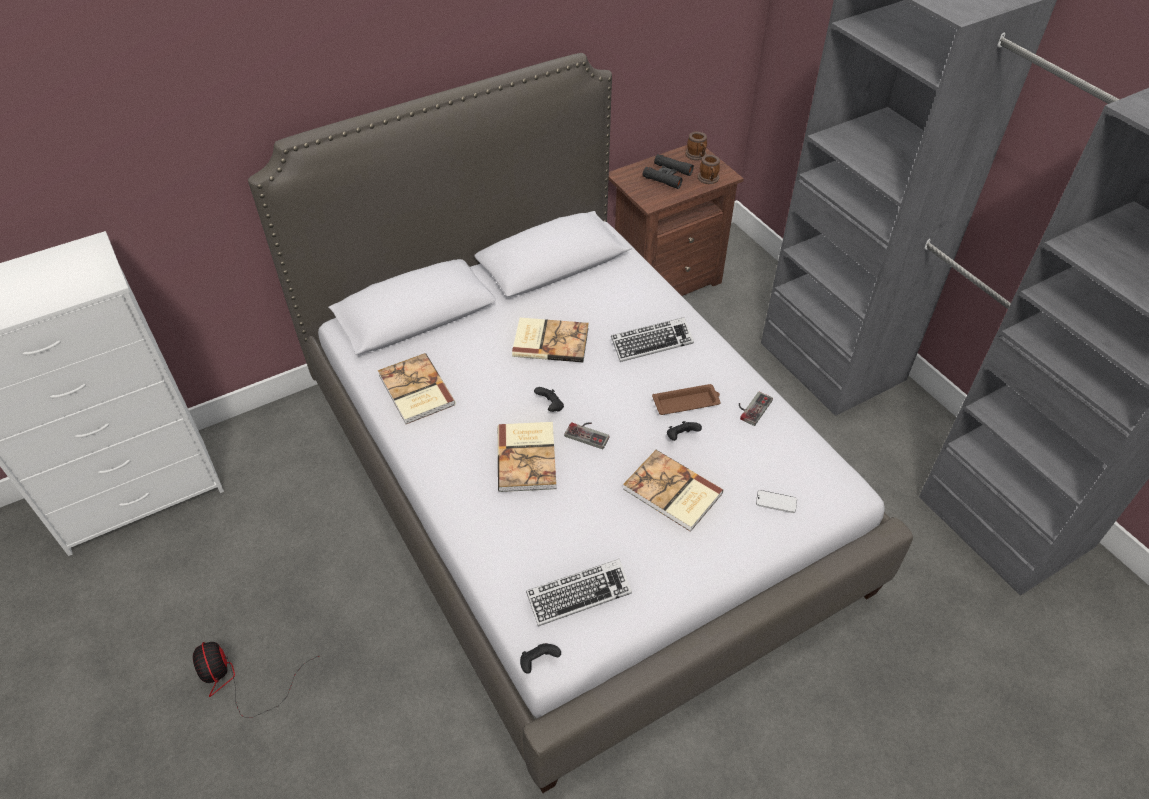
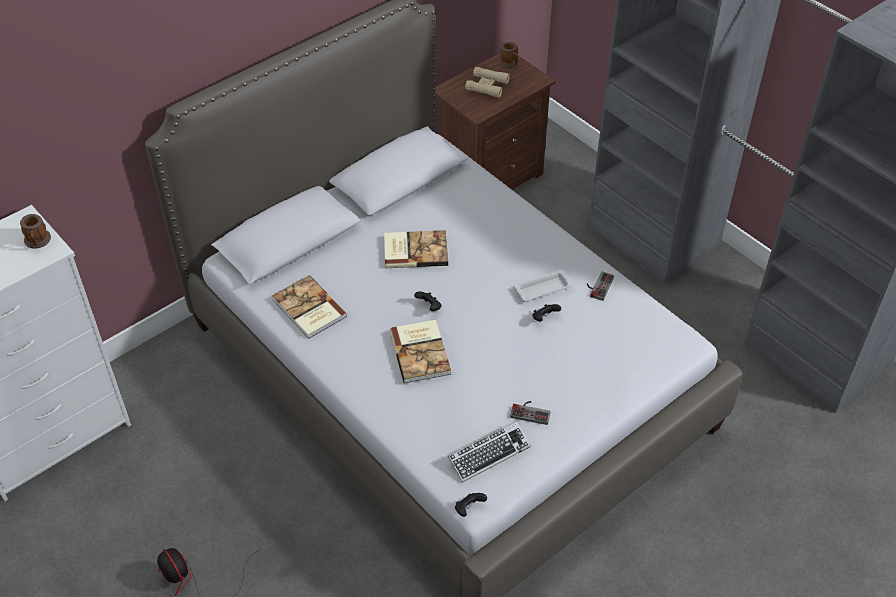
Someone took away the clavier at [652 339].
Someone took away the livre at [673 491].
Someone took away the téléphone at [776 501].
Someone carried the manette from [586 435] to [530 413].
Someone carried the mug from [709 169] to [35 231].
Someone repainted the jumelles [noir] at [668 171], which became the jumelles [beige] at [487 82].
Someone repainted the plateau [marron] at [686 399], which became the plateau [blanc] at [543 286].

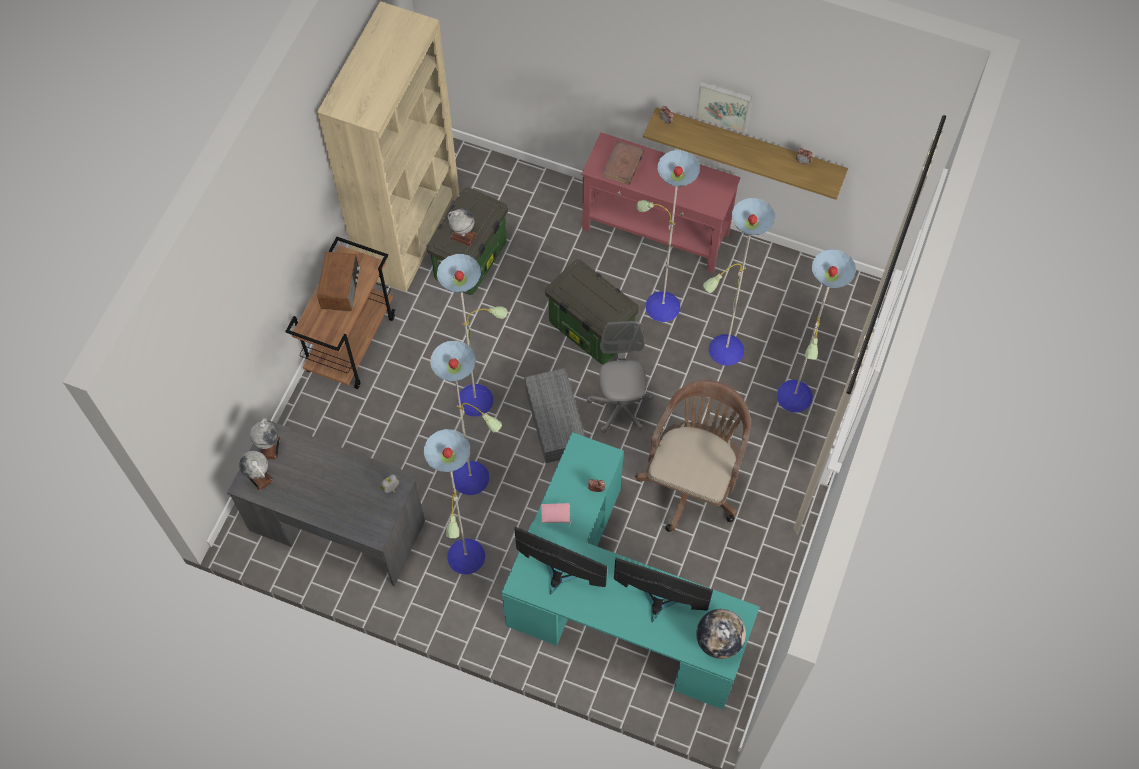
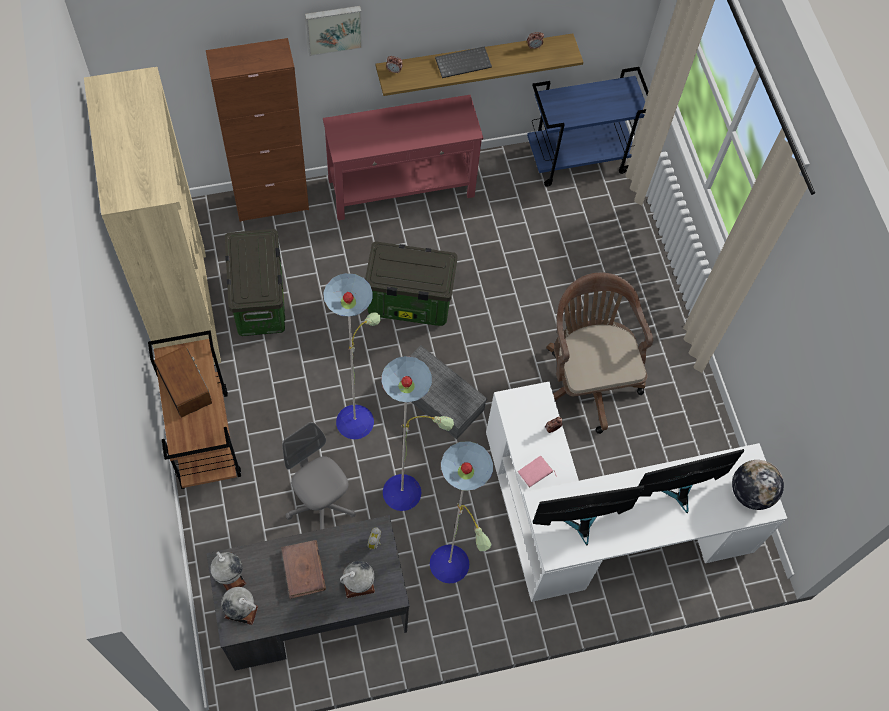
Someone took away the lampadaire at [746 281].
Someone put down the meuble de rangement [marron] at [257 130].
Someone put down the clavier at [463 62].
Someone put down the chariot [bleu] at [588 127].
Someone carried the globe from [462 227] to [357 579].
Someone carried the chaise de bureau [gris] from [620 377] to [319 476].
Someone carried the livre [marron] from [623 163] to [303 569].
Someone carried the tableau from [724 106] to [333 31].
Someone repainted the bureau [turquoise] at [631 570], which became the bureau [blanc] at [636 492].

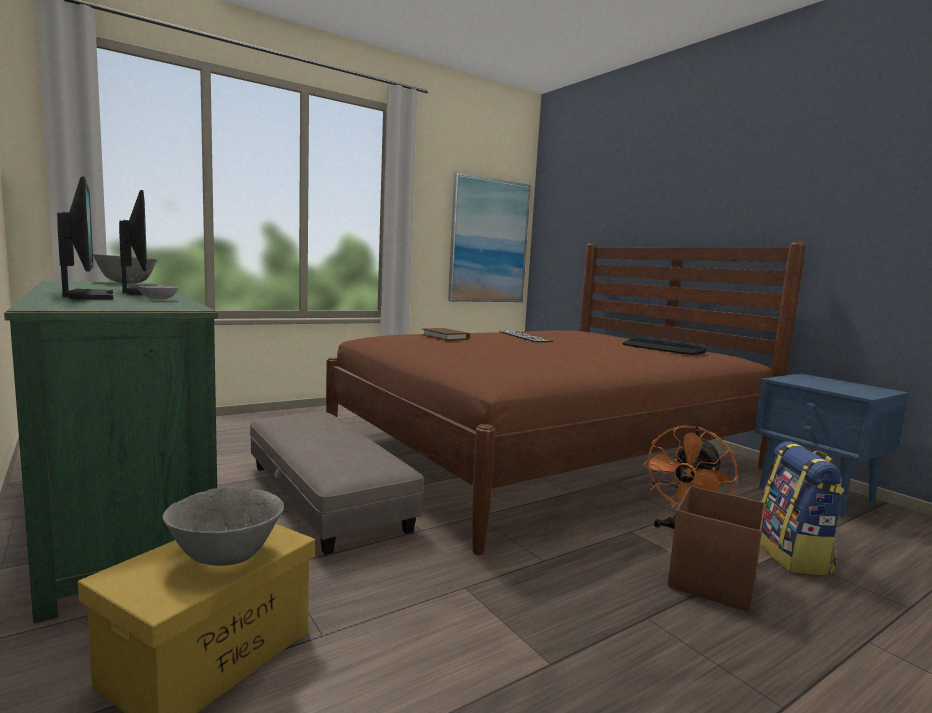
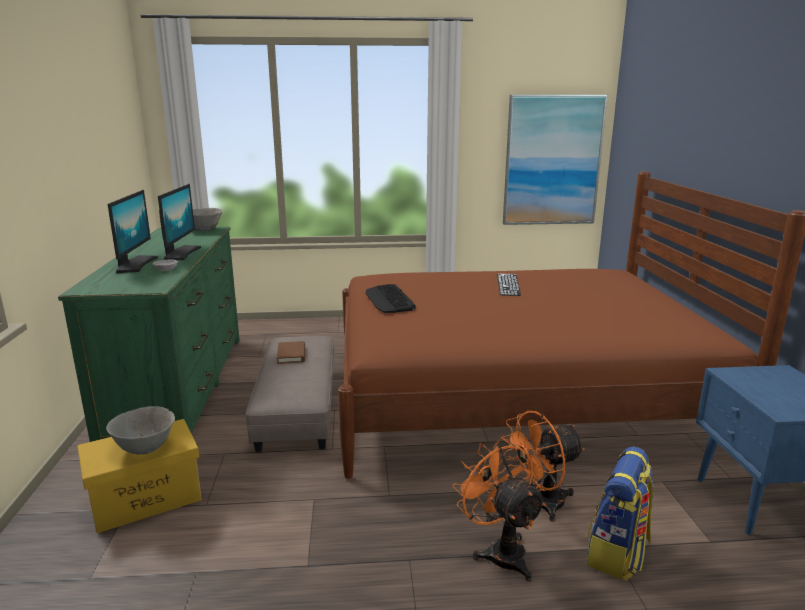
Someone carried the livre [marron] from [446 334] to [291 352].
Someone carried the clavier from [664 346] to [391 298].
Someone swapped the boîte de rangement [marron] at [717 549] for the ventilateur [orange] at [499 509].

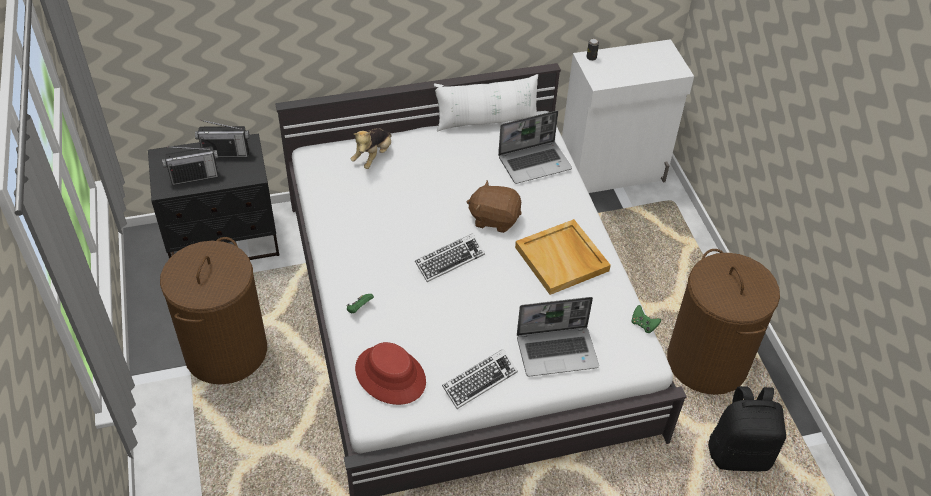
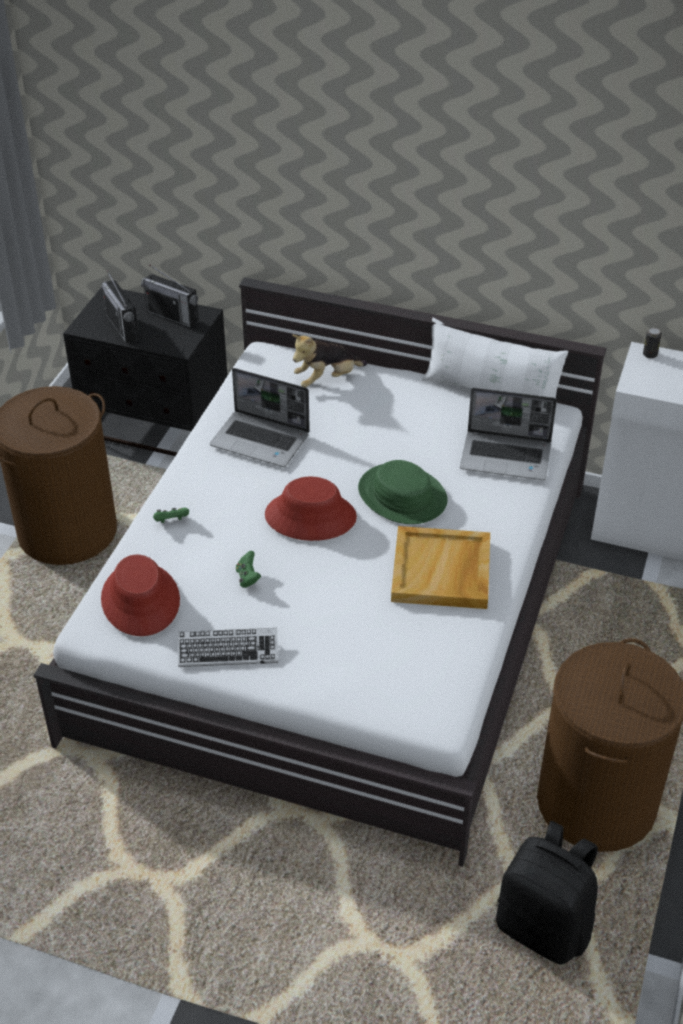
Someone carried the ordinateur portable from [558 337] to [260 417].
Someone carried the manette [vert] from [646 319] to [248 569].
Someone swapped the clavier at [450 257] for the chapeau [rouge] at [311 509].
Someone swapped the peluche [marron] at [493 207] for the chapeau [vert] at [403 492].
Someone rotated the radio at [190 165] by 45 degrees clockwise.

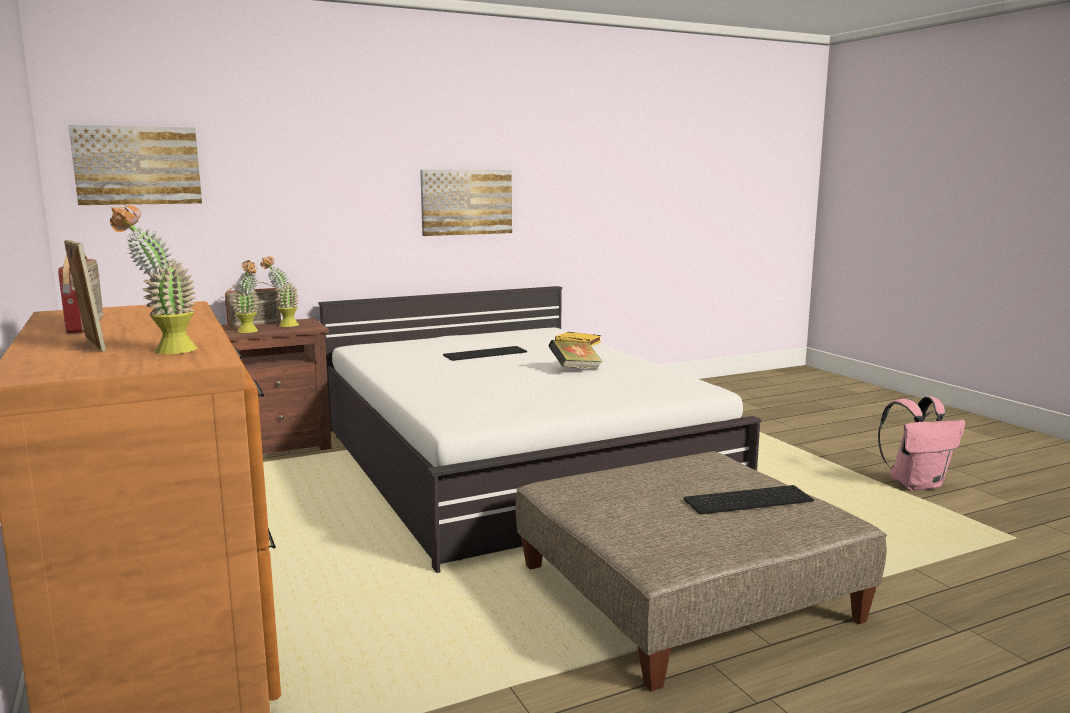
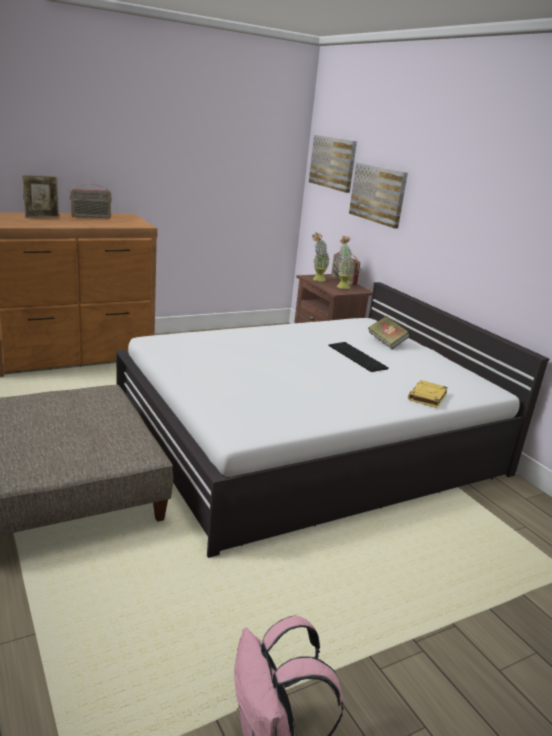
Someone took away the plante en pot at [154 279].
Someone took away the clavier at [748 499].
Someone carried the tableau from [466 203] to [378 195].
Someone carried the livre from [576 354] to [389 332].

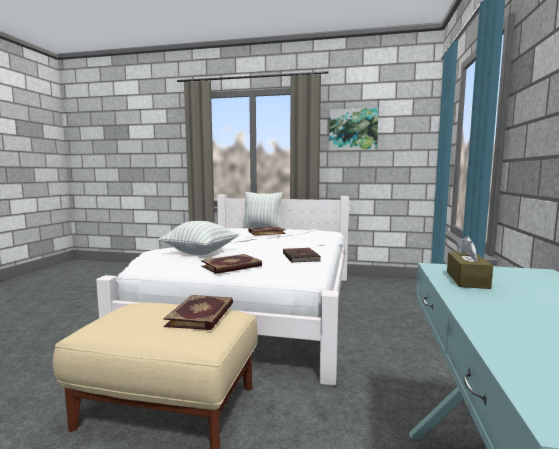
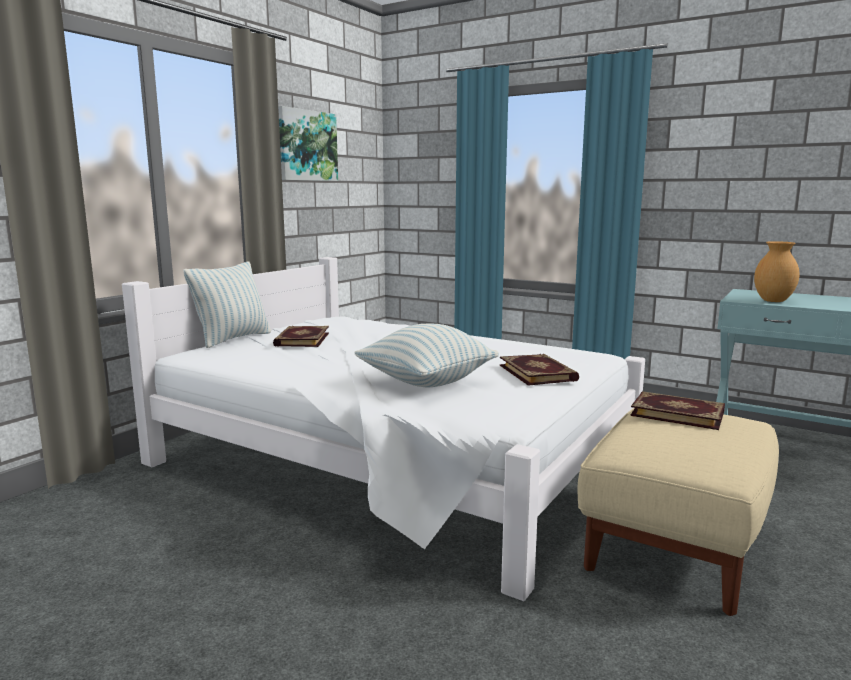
Someone took away the livre [marron] at [302 255].
Someone swapped the boîte à mouchoirs [marron] at [470 262] for the vase [marron] at [777 271].

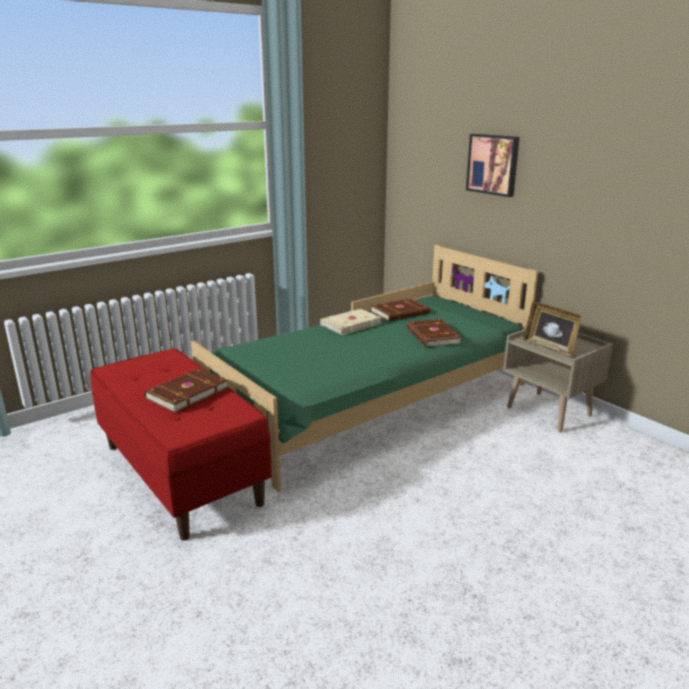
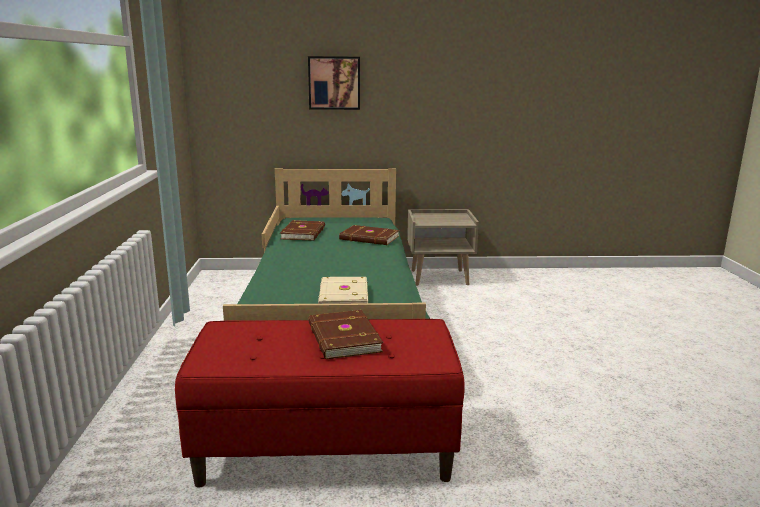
Someone took away the cadre photo at [552 330].
Someone carried the livre [beige] from [351 322] to [343 290].

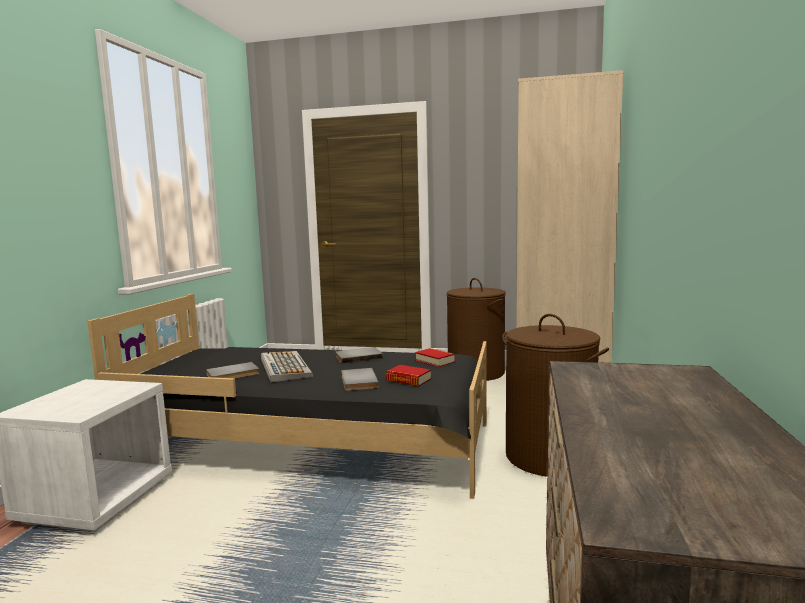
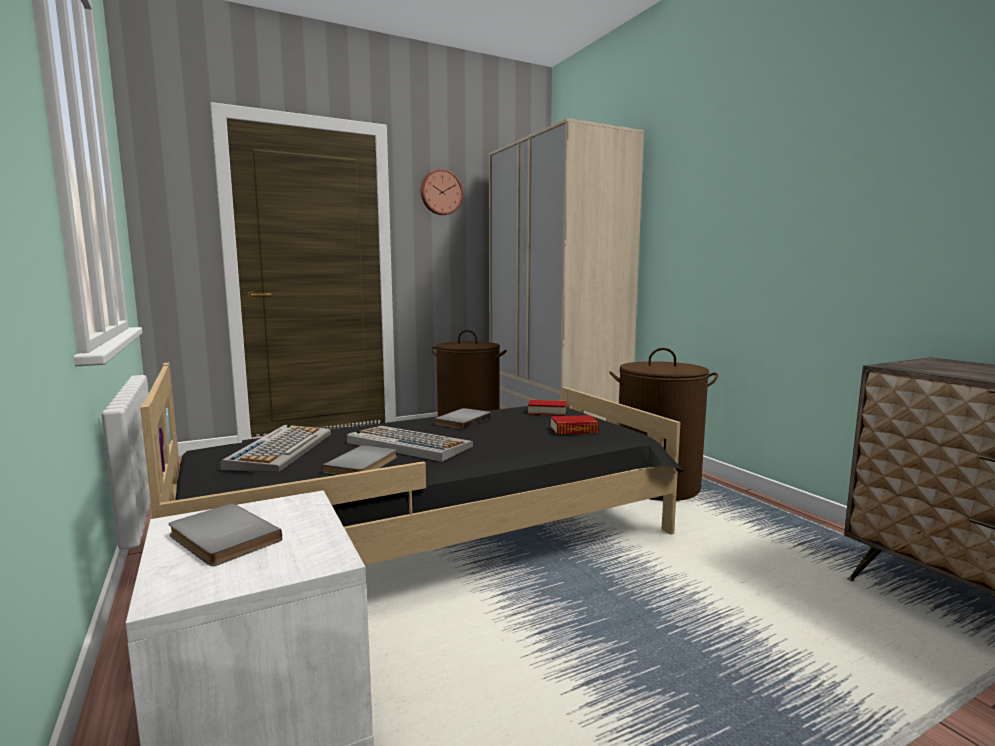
Someone put down the clavier at [275 448].
Someone put up the horloge murale at [442 192].
Someone carried the livre [gris] from [360 379] to [225 534].

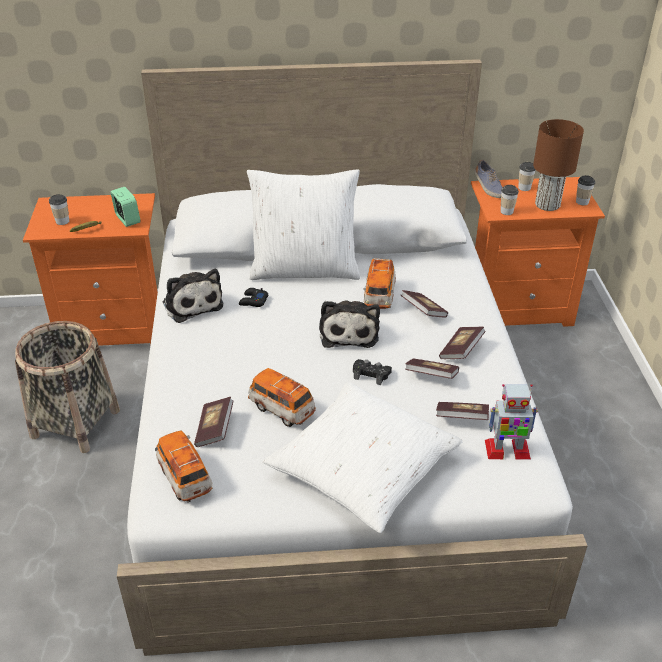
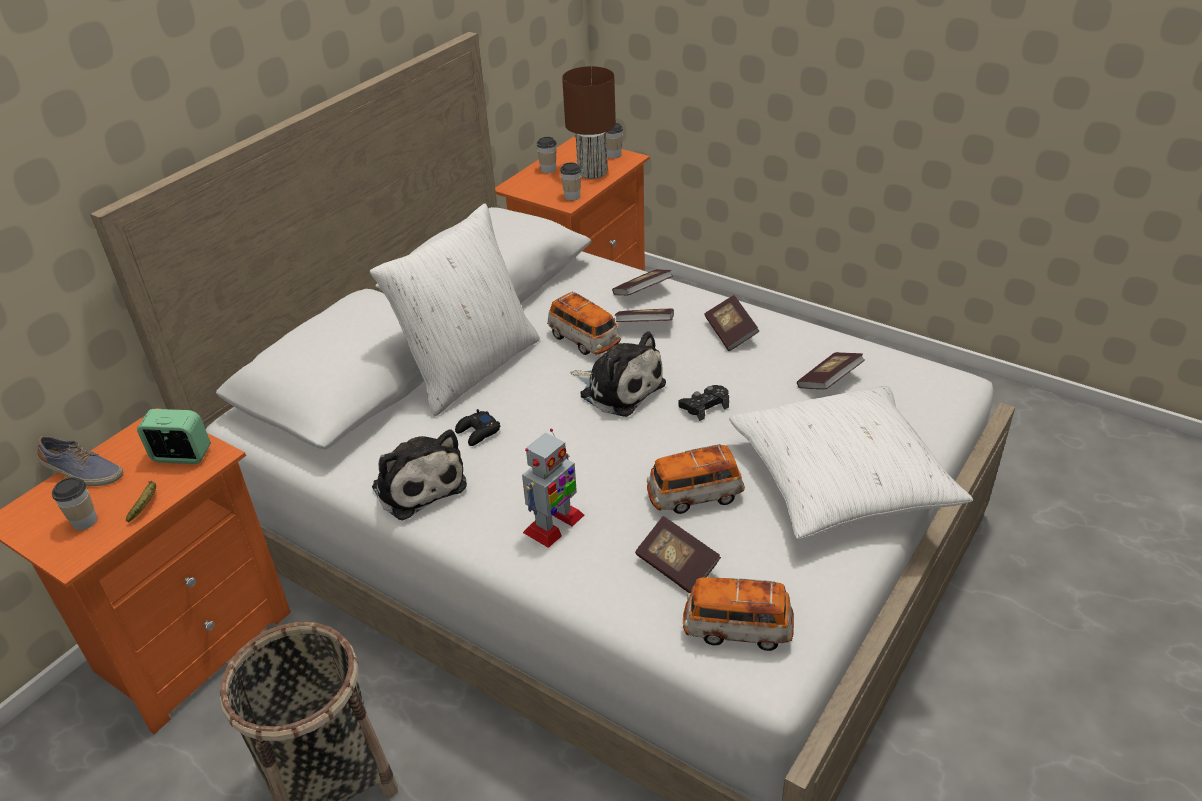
Someone carried the livre from [432 369] to [642 282].
Someone carried the chaussure from [488 179] to [80 461].
Someone carried the robot jouet from [511 422] to [553 488].
Someone rotated the peluche at [193 296] by 45 degrees clockwise.

